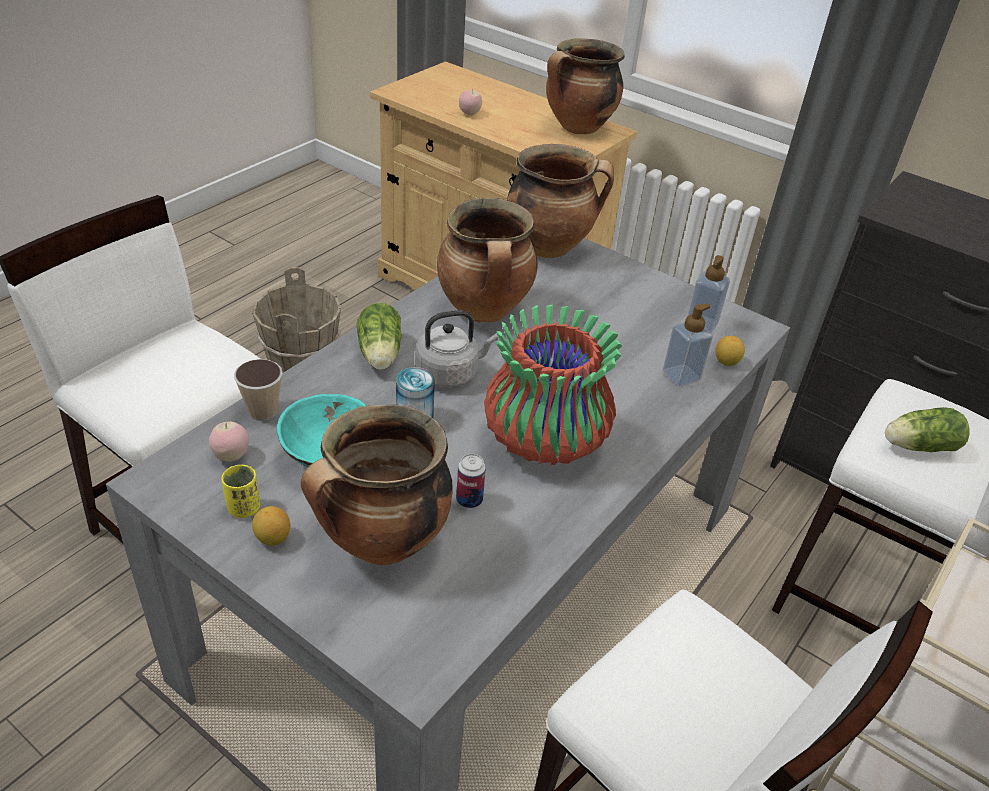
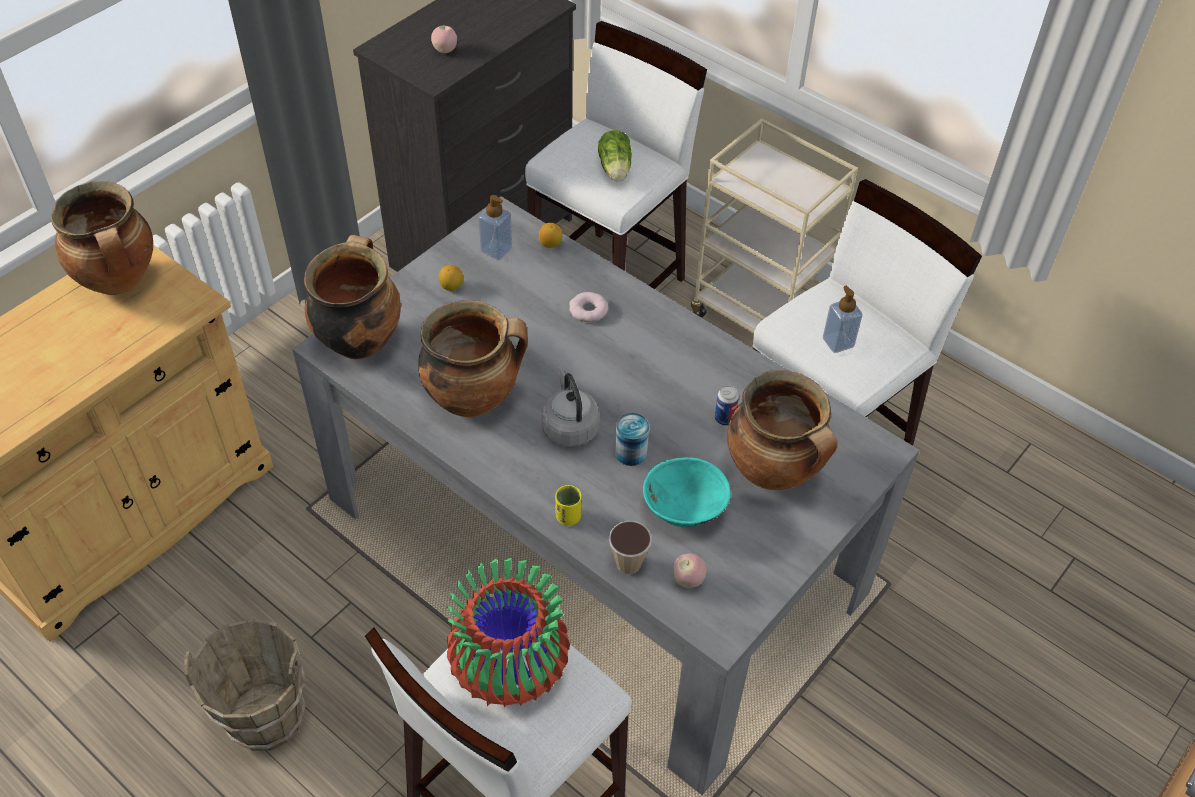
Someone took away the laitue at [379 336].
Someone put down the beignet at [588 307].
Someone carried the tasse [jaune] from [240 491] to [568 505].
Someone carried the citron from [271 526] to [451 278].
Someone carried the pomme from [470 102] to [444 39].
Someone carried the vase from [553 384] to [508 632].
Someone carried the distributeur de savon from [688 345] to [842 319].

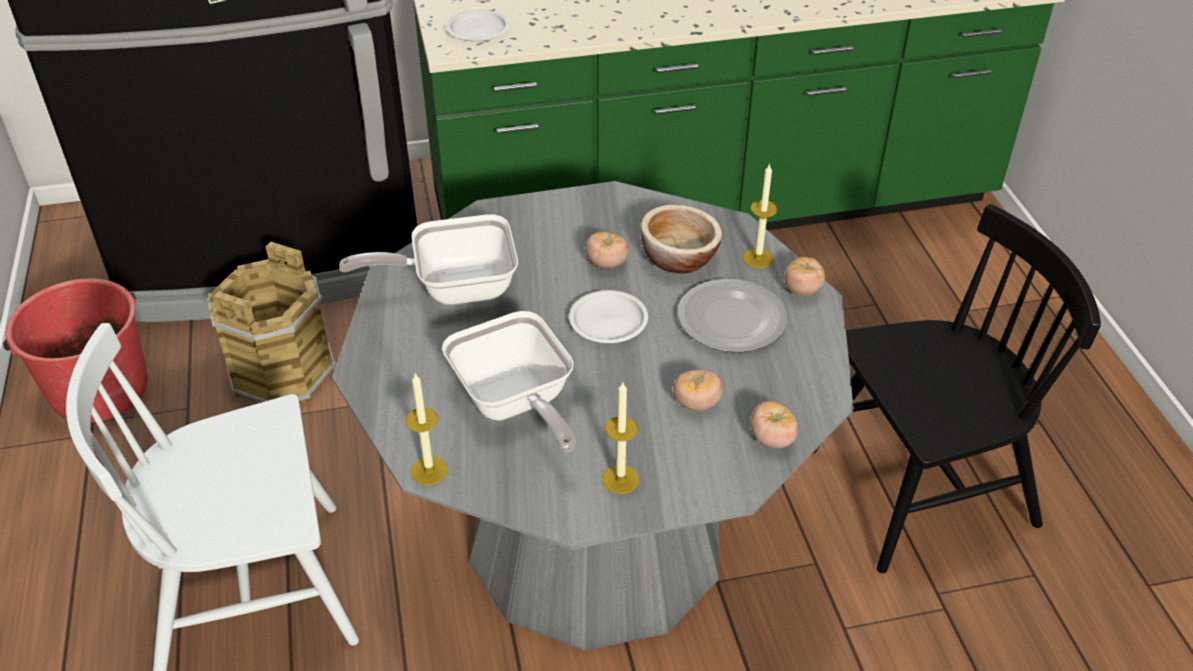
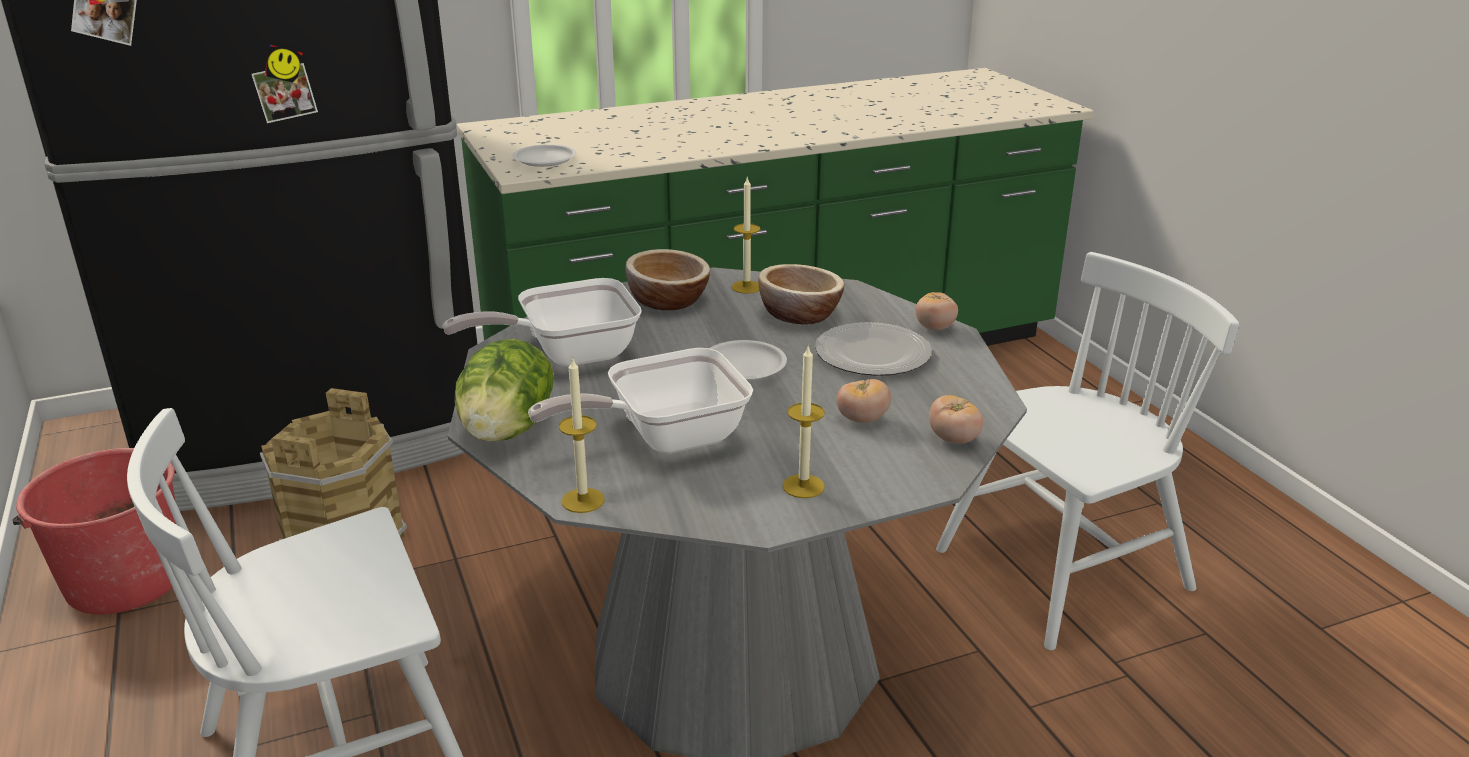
Someone took away the tomate at [607 250].
Someone put down the laitue at [504 390].
Someone put down the bol at [667 279].
Someone carried the bougie from [760 215] to [745 235].
Someone repainted the chaise [noir] at [956 388], which became the chaise [blanc] at [1087 451].
Someone rotated the poêle at [509 381] by 105 degrees clockwise.

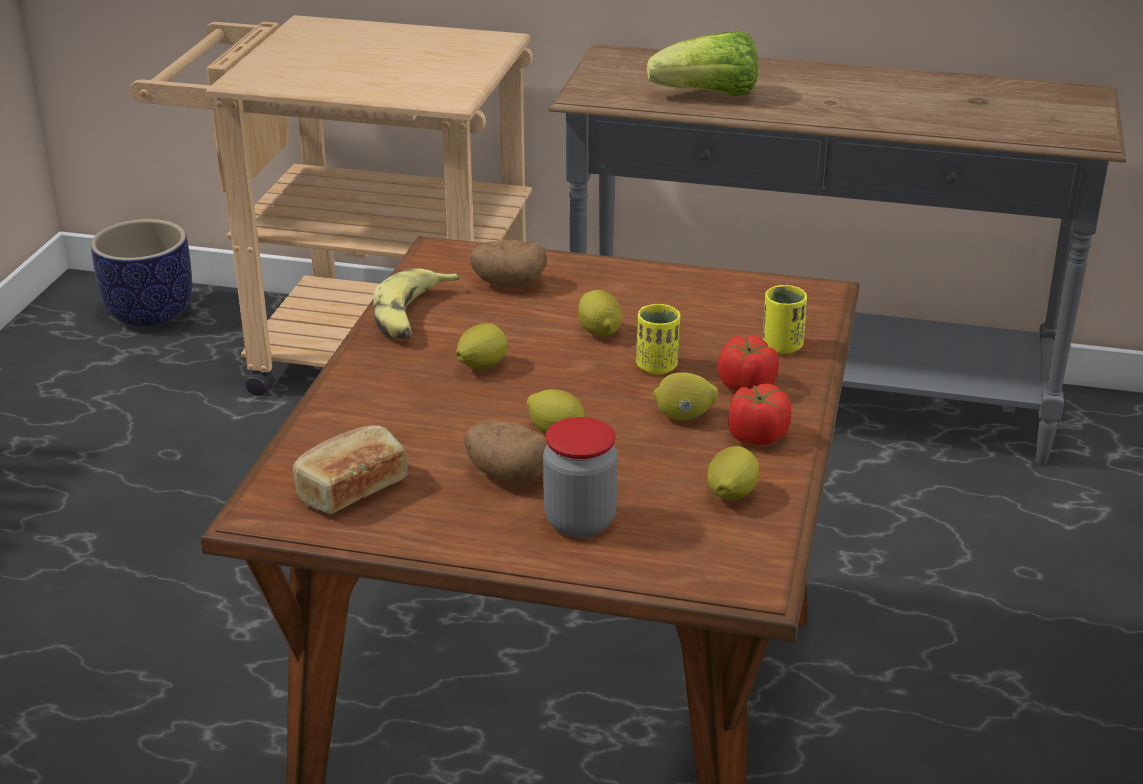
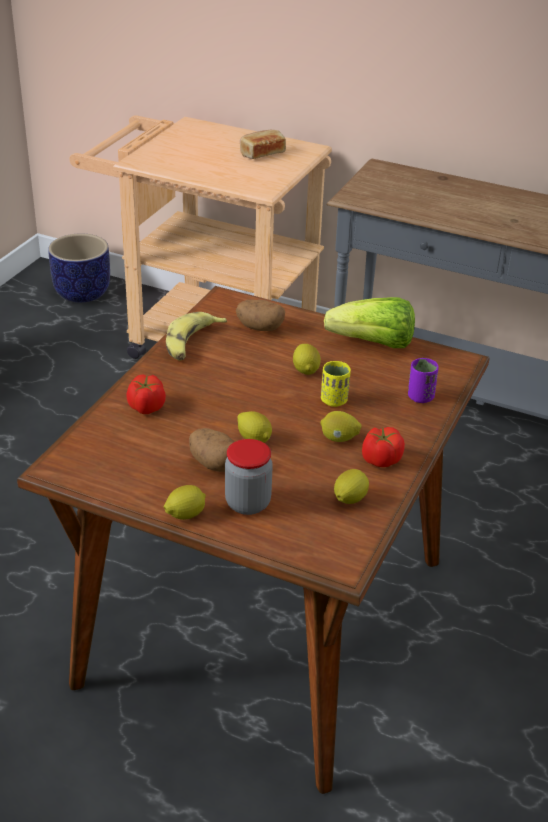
Someone carried the pain from [350 469] to [263 144].
Someone carried the citron from [481 346] to [185 502].
Someone carried the laitue from [702 63] to [369 322].
Someone carried the tomate from [748 362] to [146 394].
Someone repainted the tasse [jaune] at [785 319], which became the tasse [violet] at [423 380].

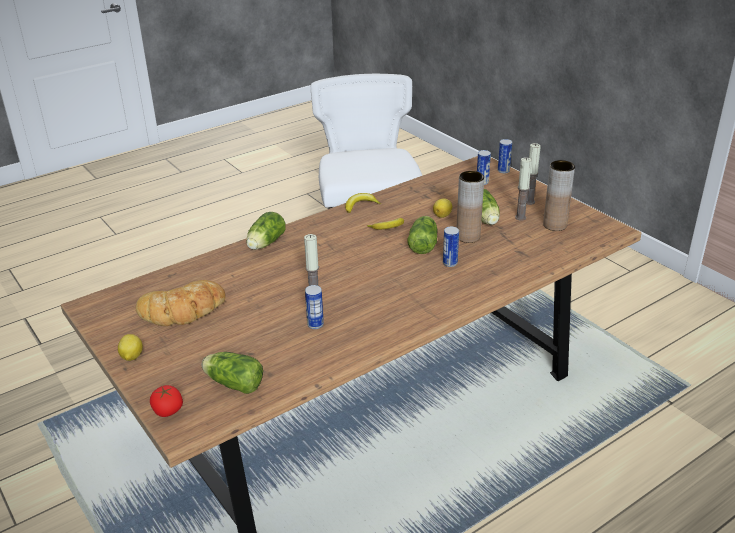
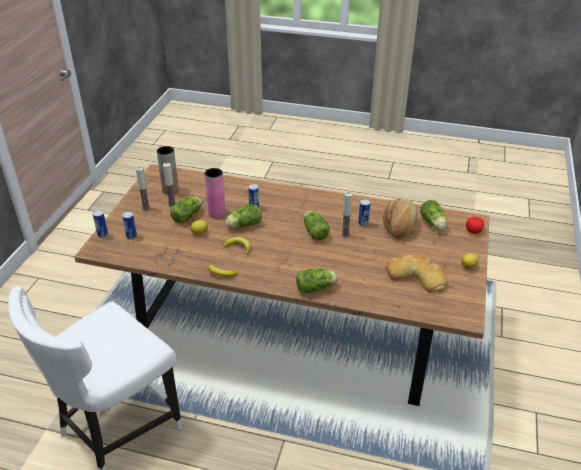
Someone put down the laitue at [317 225].
Someone put down the pain at [400 218].
Someone repainted the vase [marron] at [470 207], which became the vase [rose] at [215 193].

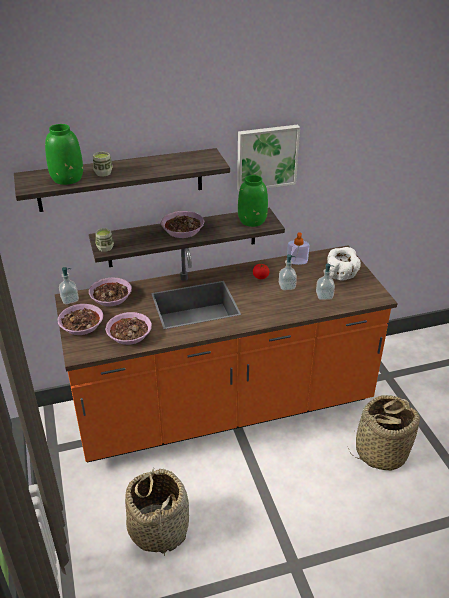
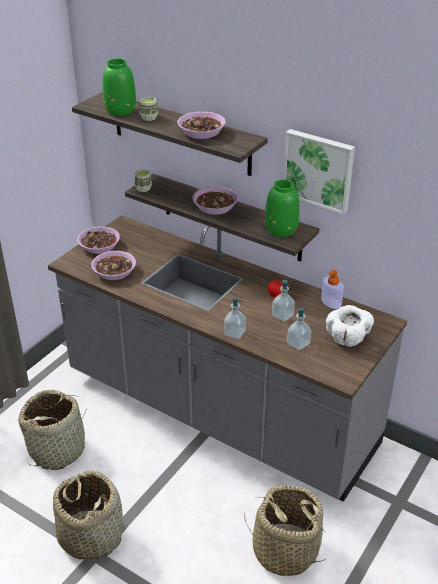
Someone put down the panier at [88 515].
Someone carried the distributeur de savon from [69 285] to [235 318].
Someone carried the bol from [110 292] to [201 125].
Someone repainted the comptoir de cuisine [orange] at [226 354], which became the comptoir de cuisine [gris] at [227 358].

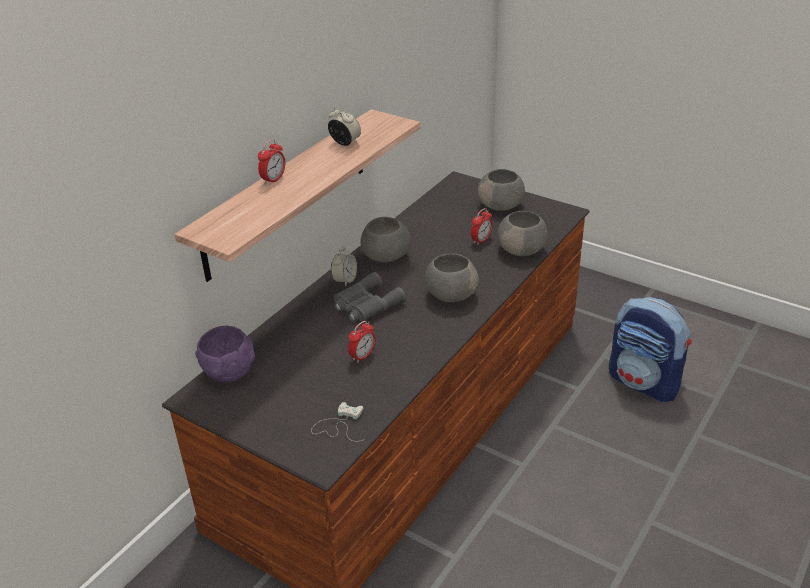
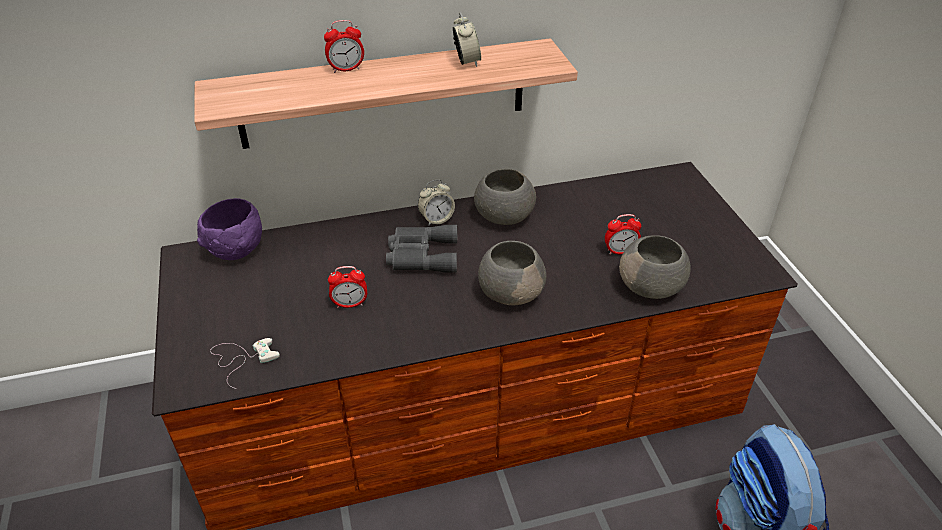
Someone took away the bol [gris] at [501 190].

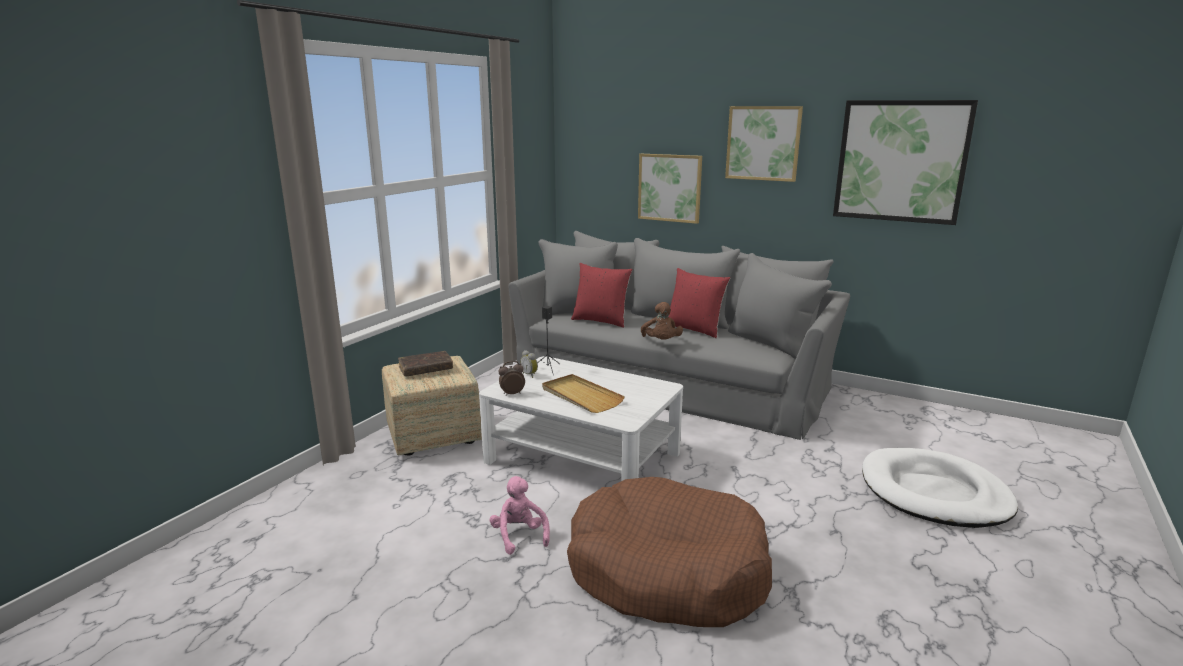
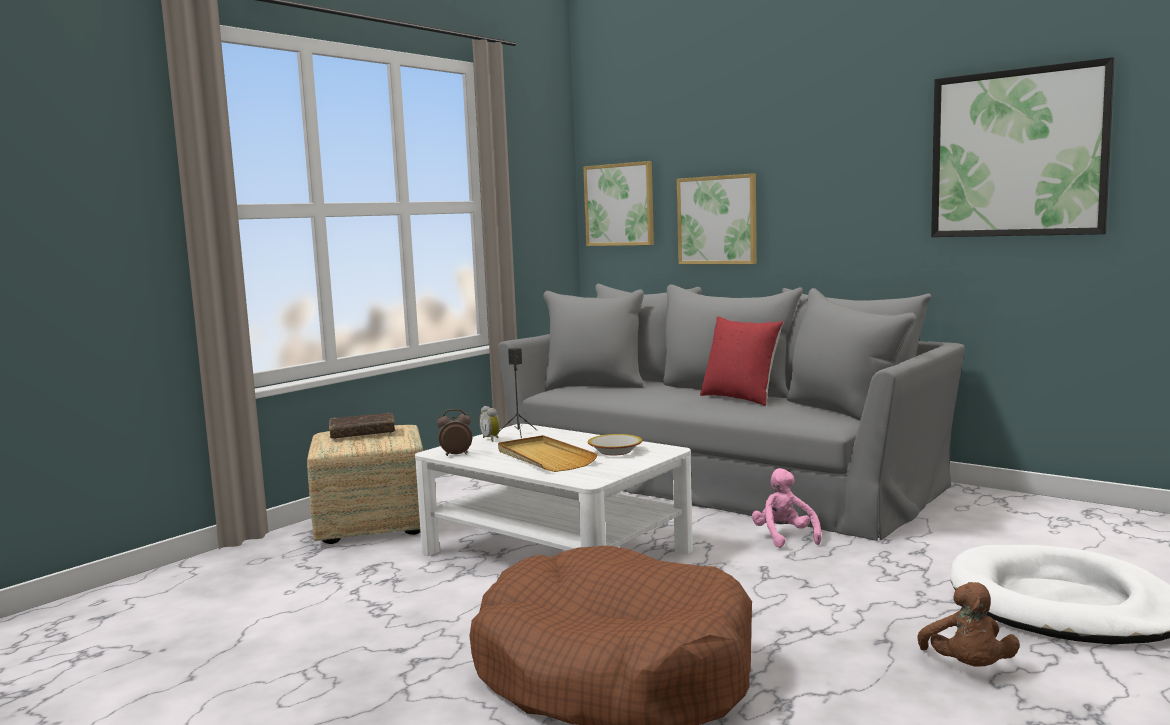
Someone took away the coussin [rouge] at [602 295].
Someone put down the bol at [615 444].
Someone carried the peluche [rose] from [520 515] to [786 508].
Someone carried the peluche [marron] from [662 321] to [968 624].
Someone carried the tableau from [764 144] to [618 203].

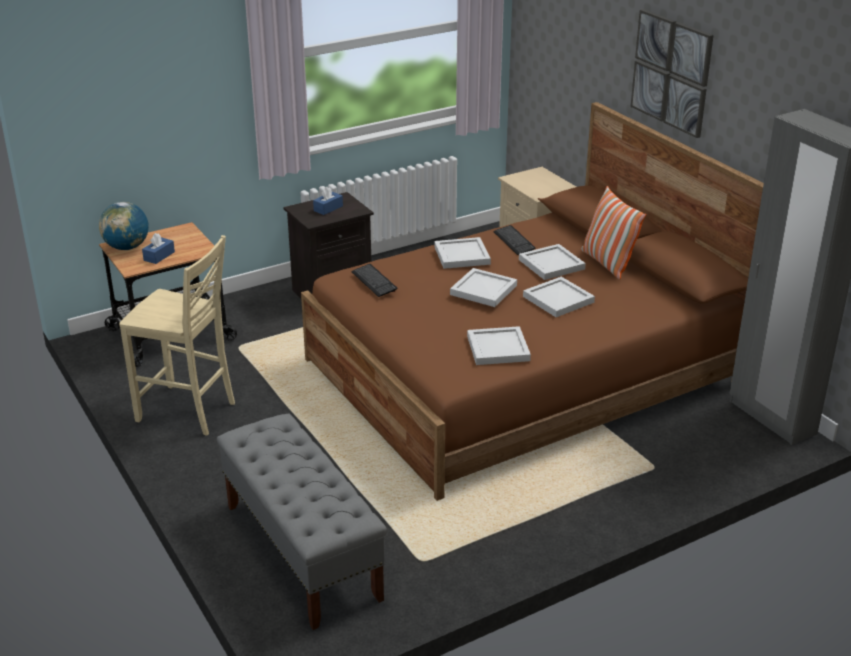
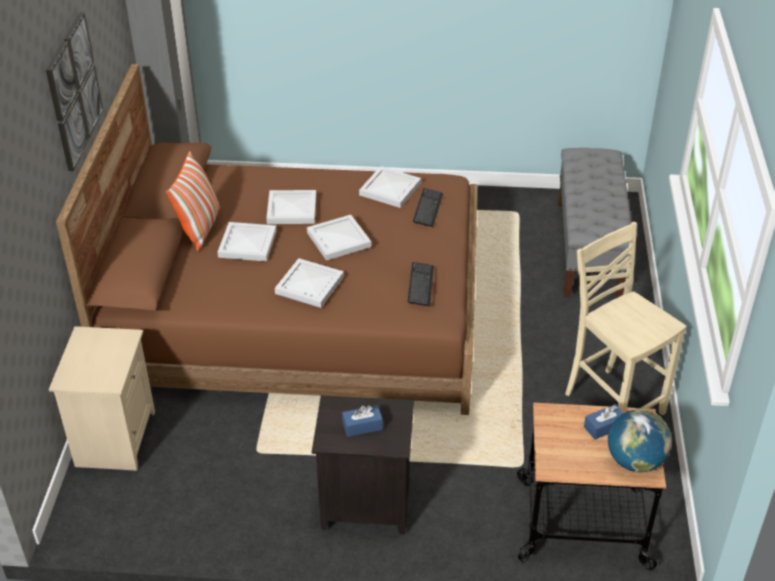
Someone carried the clavier from [514 240] to [428 207].

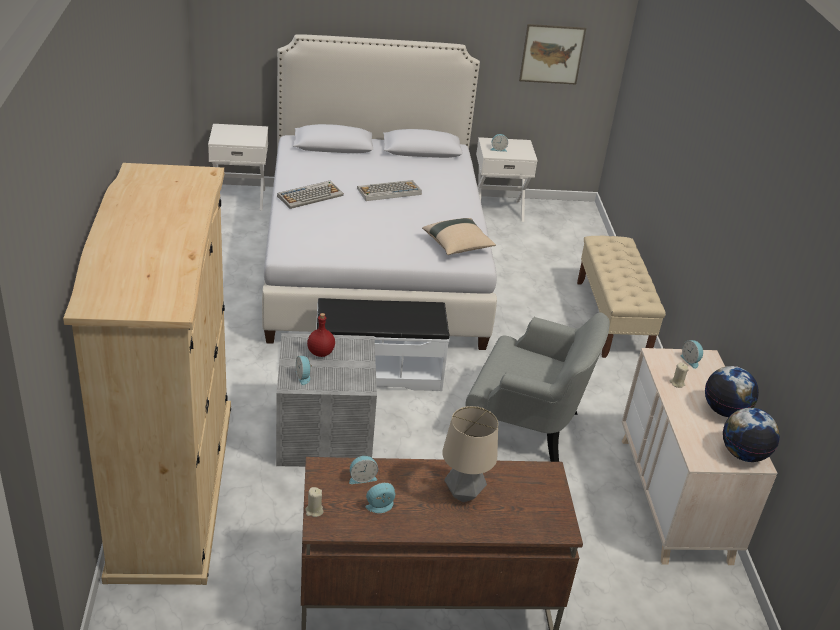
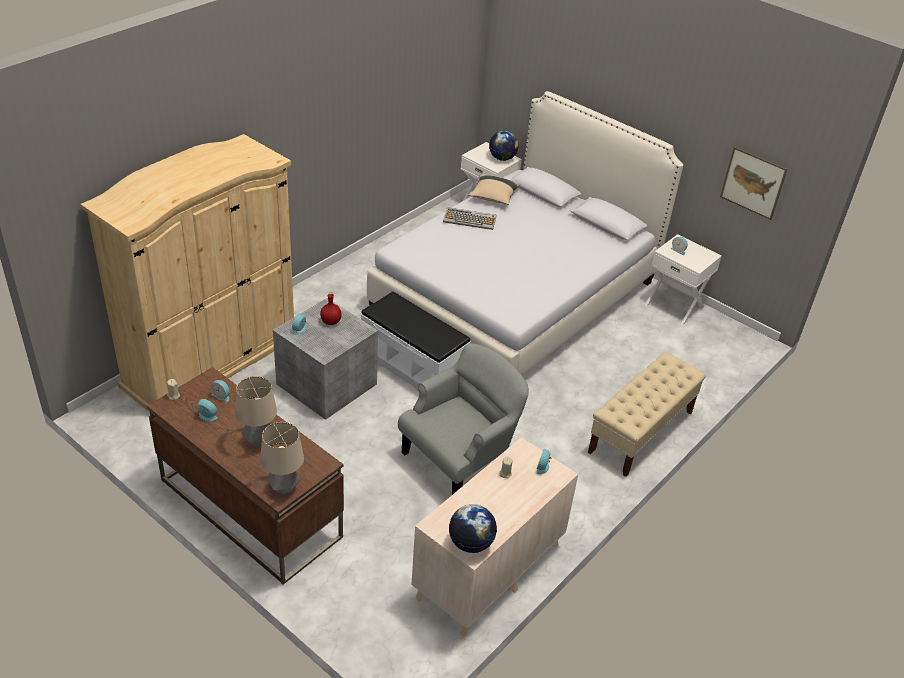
Someone took away the clavier at [389 190].
Someone put down the lampe de table at [282 458].
Someone carried the coussin [beige] from [459 236] to [494 189].
Someone carried the globe from [732 391] to [504 146].
Someone rotated the fauteuil [gris] at [537 387] by 105 degrees counterclockwise.

